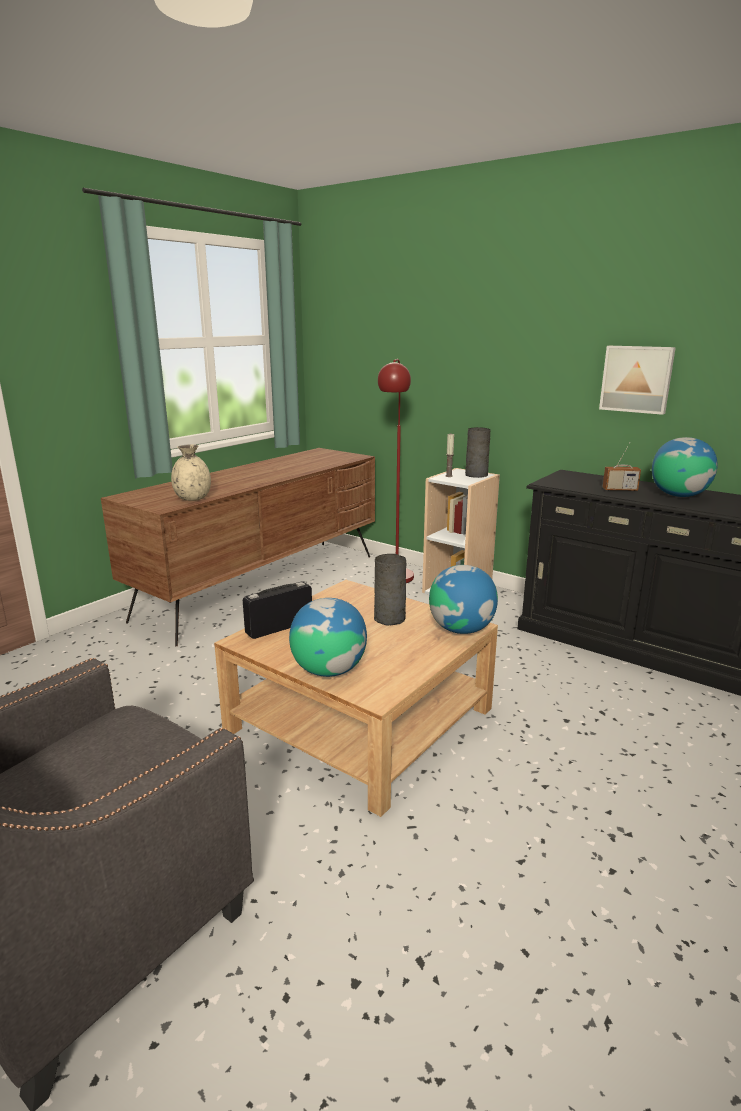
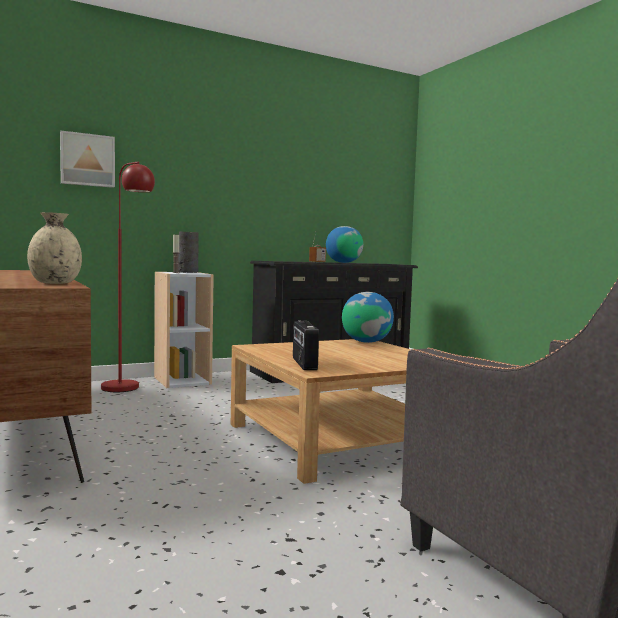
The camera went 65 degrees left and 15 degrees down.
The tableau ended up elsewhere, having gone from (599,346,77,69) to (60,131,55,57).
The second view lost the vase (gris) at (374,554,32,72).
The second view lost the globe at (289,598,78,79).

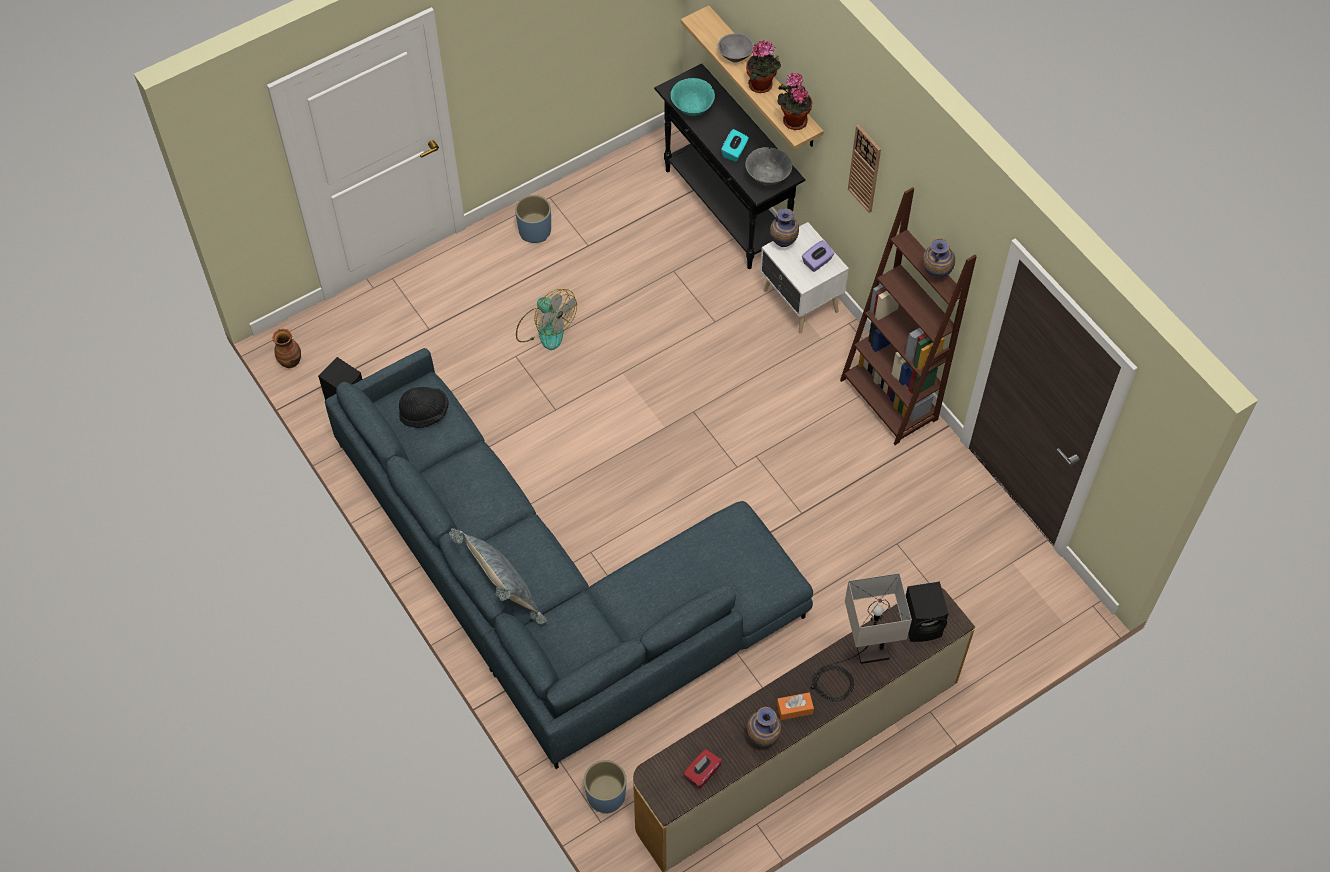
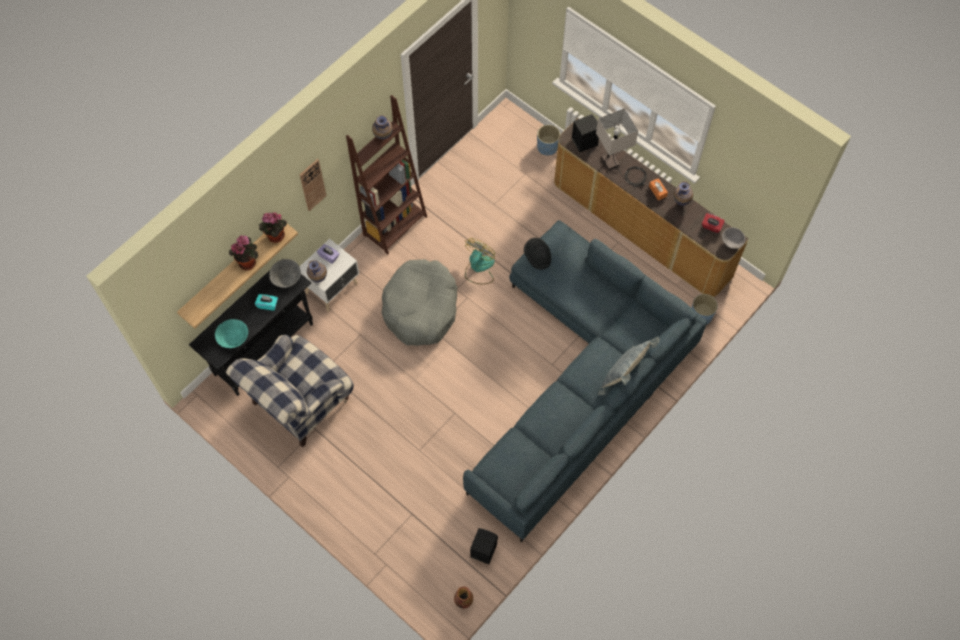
The camera went 105 degrees left and 5 degrees up.
The bol (gris) ended up elsewhere, having gone from (718,33,36,30) to (722,227,23,22).
The cache-pot (bleu) ended up elsewhere, having gone from (515,195,36,48) to (537,125,23,30).
The ventilateur ended up elsewhere, having gone from (516,289,61,61) to (465,238,30,46).
The chapeau (noir) ended up elsewhere, having gone from (399,387,50,41) to (524,238,27,32).
The second view gained the panier pour chien (gris) at (381,259,76,87).
The second view gained the fauteuil at (226,335,128,112).

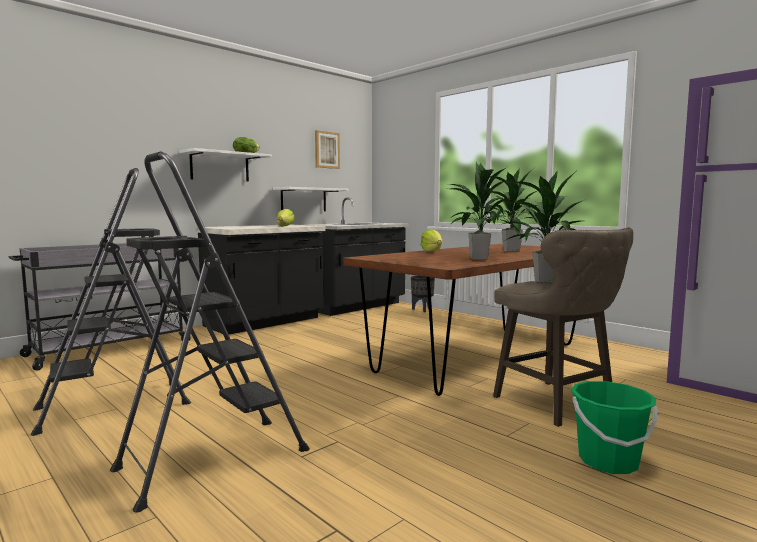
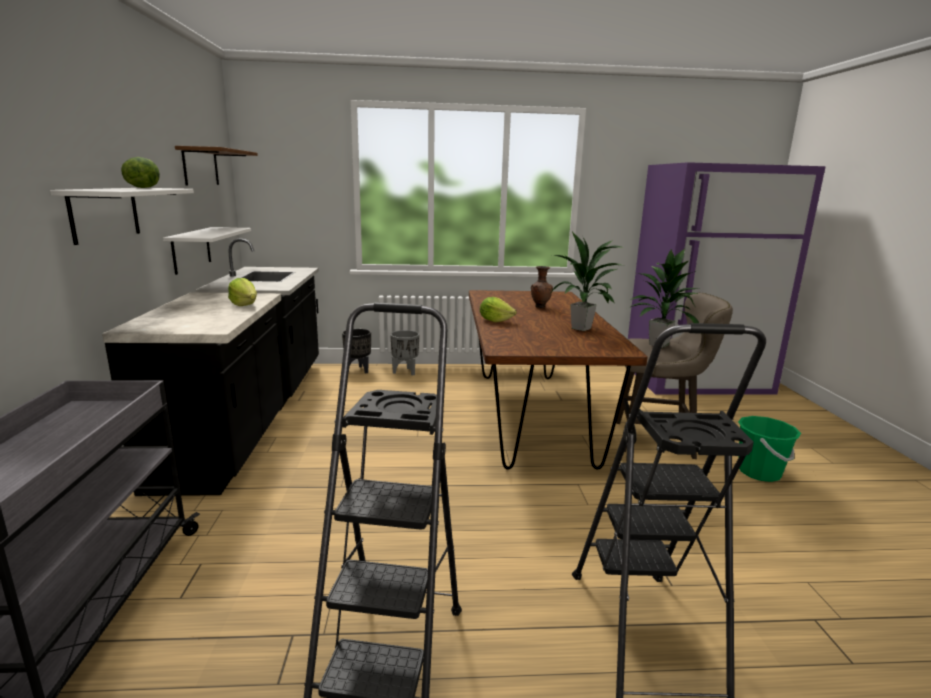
The camera went 50 degrees left and 10 degrees up.
Where the tableau hung at (315,130,25,39), the étagère (marron) came to hang at (175,146,83,39).
Where the plante en pot stood at (484,168,53,84), the vase (marron) came to stand at (531,266,22,42).
The second view gained the cache-pot (gris) at (390,330,29,46).

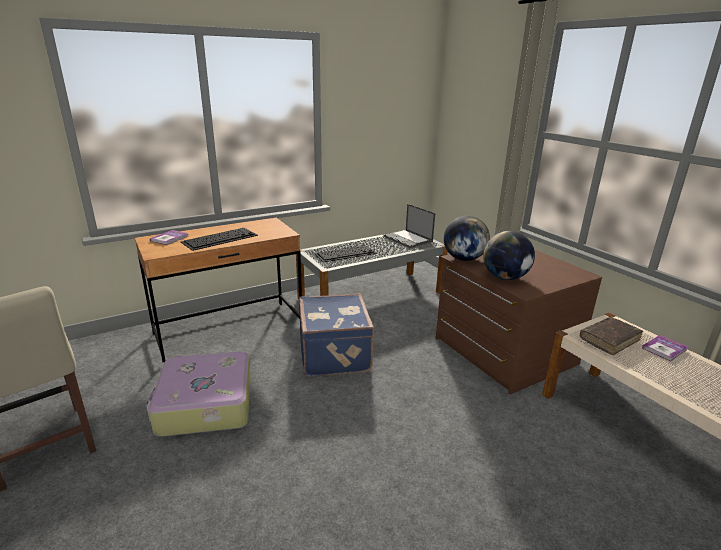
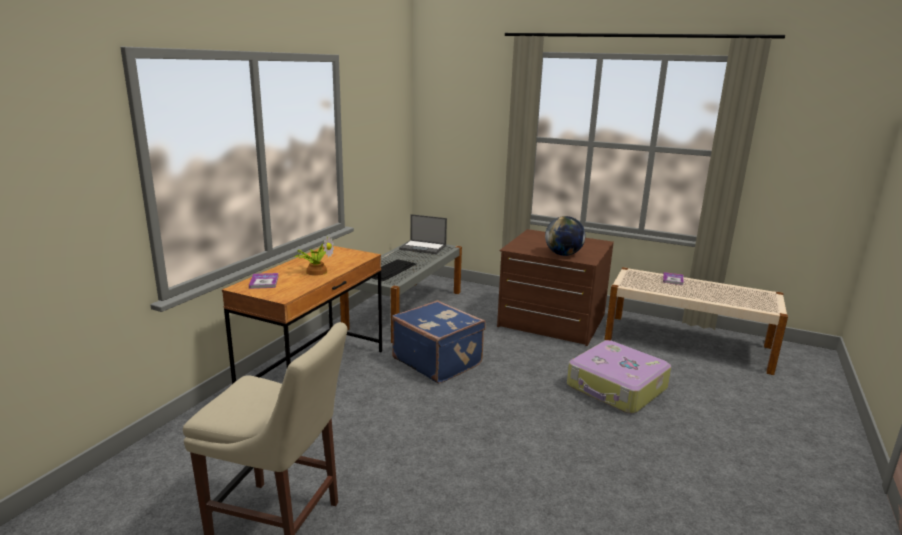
The camera went 35 degrees left and 5 degrees down.
The second view lost the globe at (444,216,46,45).
Where the clavier stood at (181,228,77,23), the plante en pot came to stand at (293,236,41,40).
The second view lost the livre (marron) at (580,317,63,38).
The valise ended up elsewhere, having gone from (145,352,106,84) to (567,340,104,74).

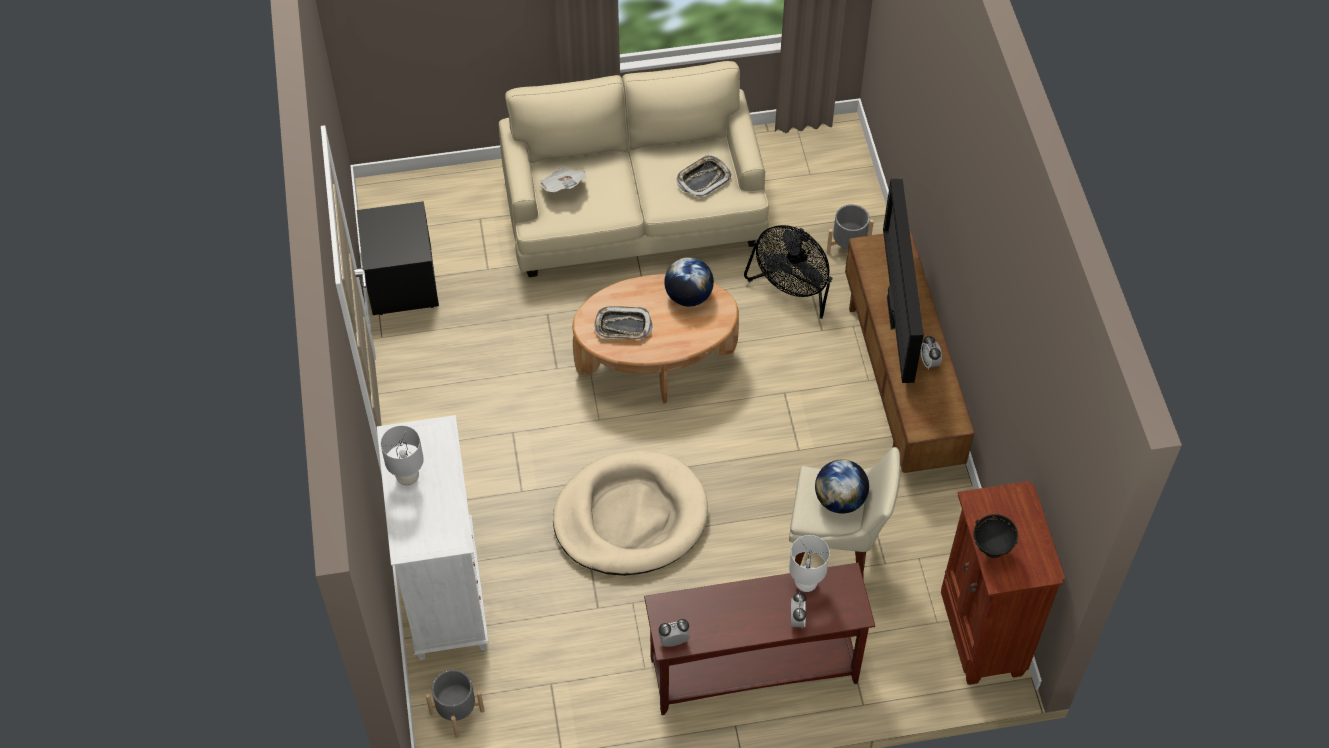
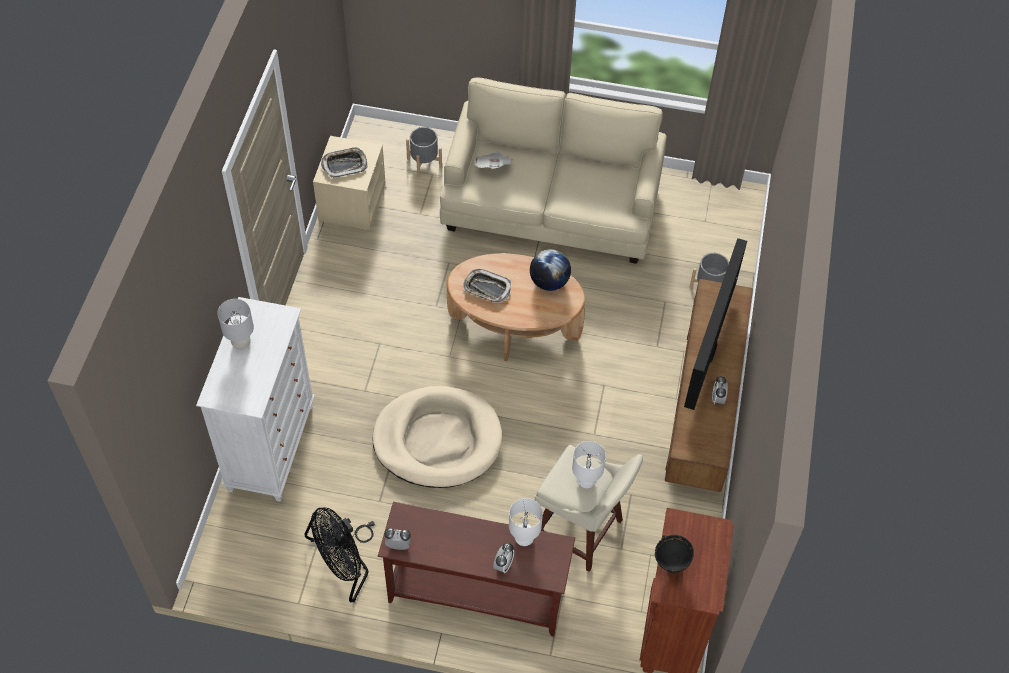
The camera went 20 degrees right and 0 degrees up.
The plateau ended up elsewhere, having gone from (676,155,55,43) to (321,147,46,31).
What was the table de chevet (noir) at (357,201,82,114) turned into the table de chevet (beige) at (313,136,73,94).
The ventilateur (noir) ended up elsewhere, having gone from (744,225,89,94) to (304,508,71,94).
Where the globe stood at (815,459,54,55), the lampe de table (blanc) came to stand at (572,441,34,47).
The cache-pot (gris) ended up elsewhere, having gone from (426,669,59,68) to (406,127,36,50).

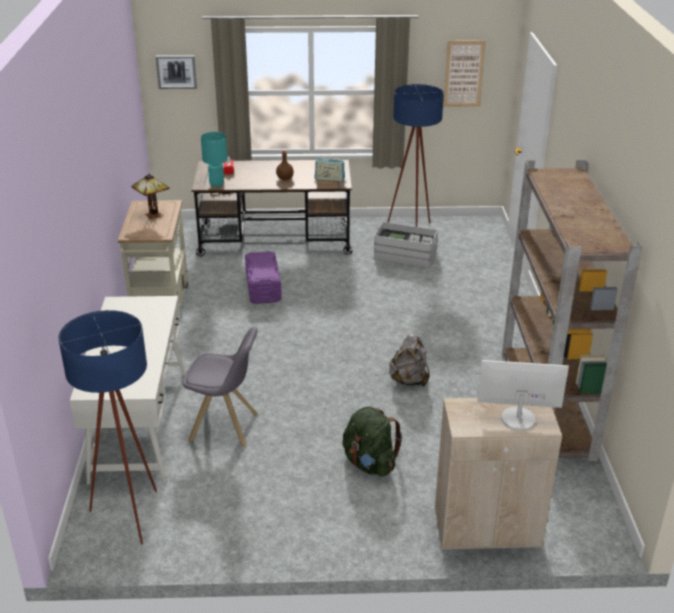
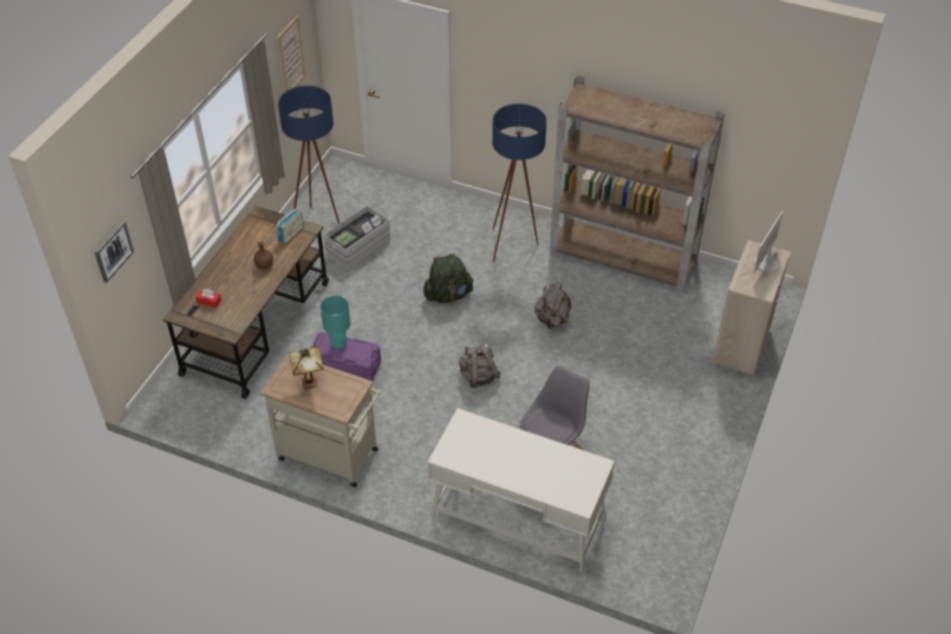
The camera went 65 degrees left and 15 degrees up.
The lampe de table (turquoise) ended up elsewhere, having gone from (201,132,27,55) to (320,296,30,53).
The lampadaire (bleu) ended up elsewhere, having gone from (58,310,99,235) to (492,104,55,158).
The sac à dos (vert) ended up elsewhere, having gone from (343,407,59,70) to (423,253,51,50).
The second view gained the sac à dos (gris) at (458,343,43,45).

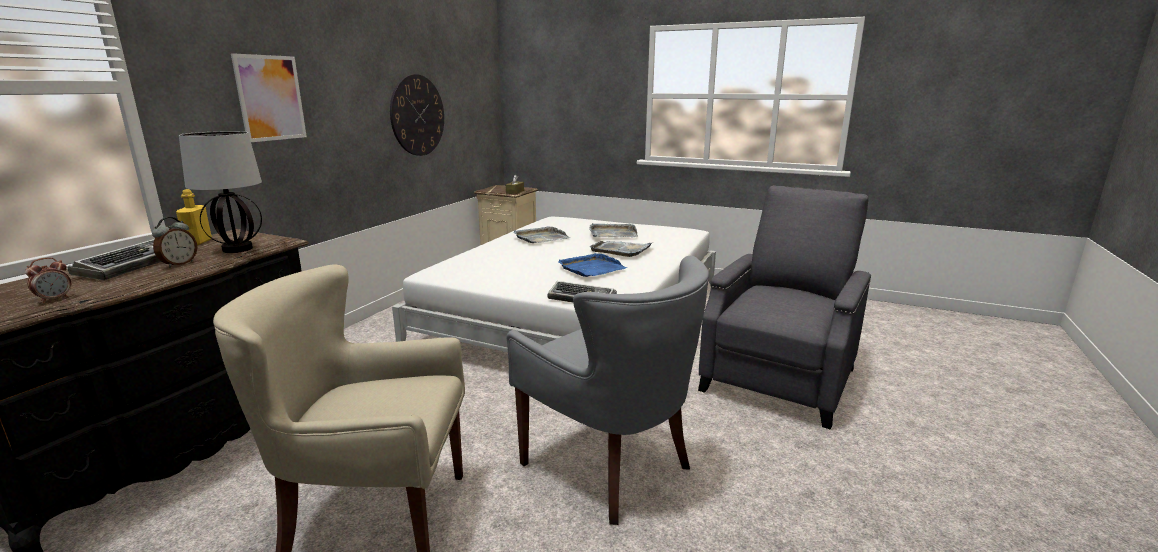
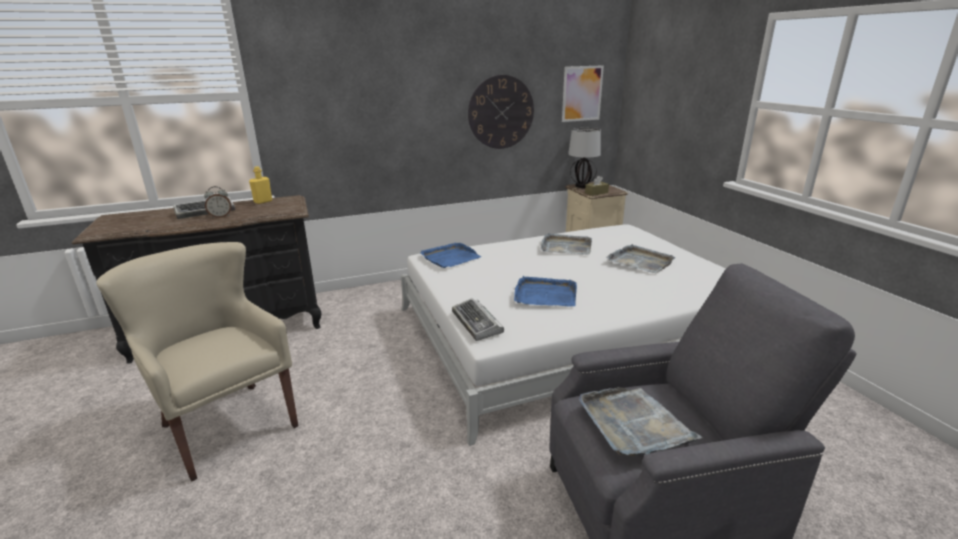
The camera went 45 degrees right and 5 degrees up.
The tableau ended up elsewhere, having gone from (231,53,76,89) to (562,65,42,57).
The lampe de table ended up elsewhere, having gone from (179,131,83,122) to (568,128,33,60).
The plateau (gris) ended up elsewhere, having gone from (589,241,65,16) to (579,387,124,69).
The second view lost the fauteuil (gris) at (506,256,203,269).
The second view lost the réveil at (25,258,46,45).
The second view gained the plateau (bleu) at (421,243,60,25).

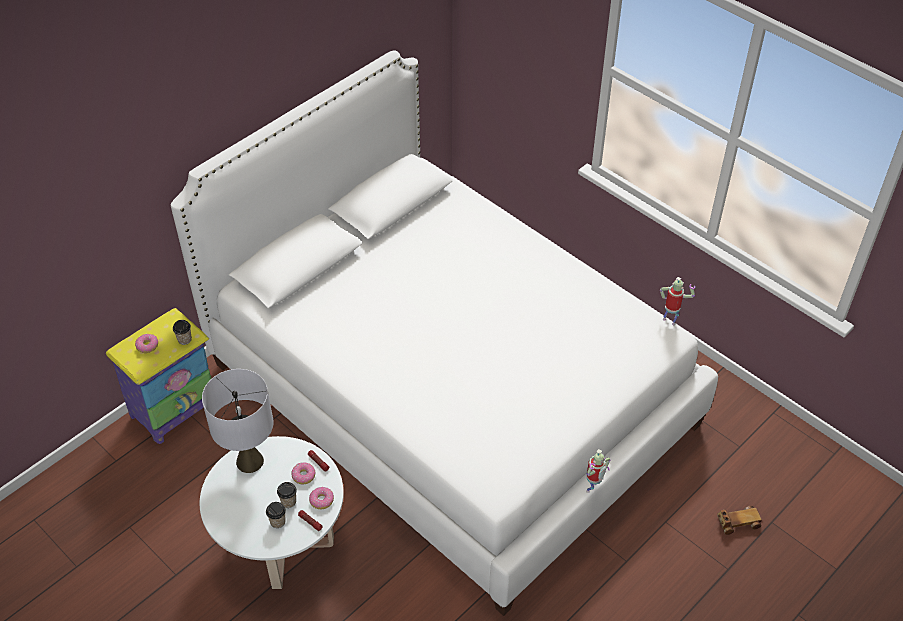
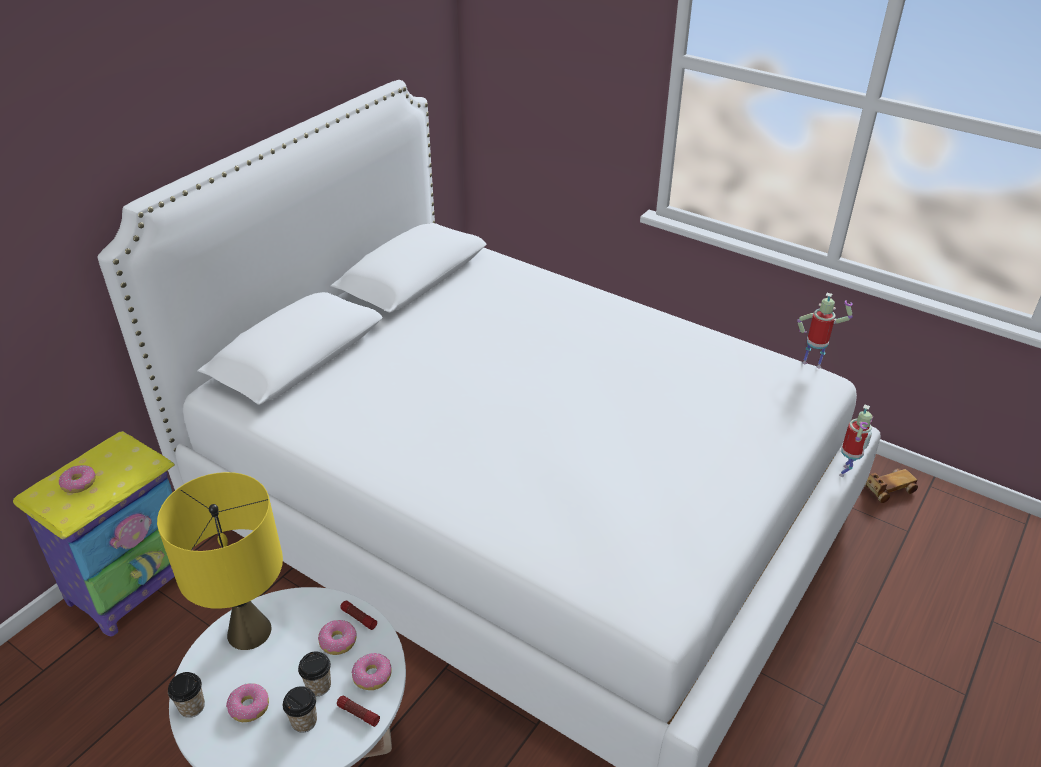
The camera went 10 degrees left and 10 degrees down.
The tasse ended up elsewhere, having gone from (173,320,19,25) to (168,672,37,46).
What was the lampe de table (gris) at (202,369,71,104) turned into the lampe de table (jaune) at (157,472,126,178).
The robot jouet ended up elsewhere, having gone from (586,449,24,44) to (839,404,35,73).
The petite voiture ended up elsewhere, having gone from (717,506,45,29) to (865,468,53,35).
The second view gained the beignet at (226,683,43,39).

